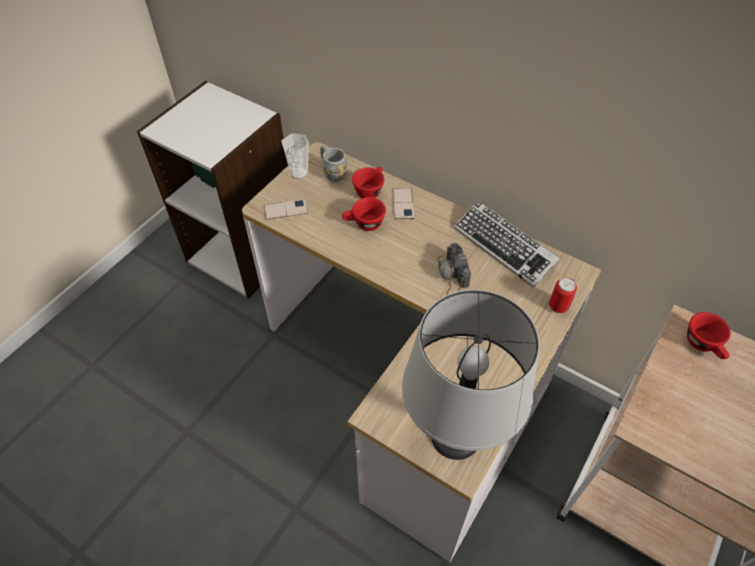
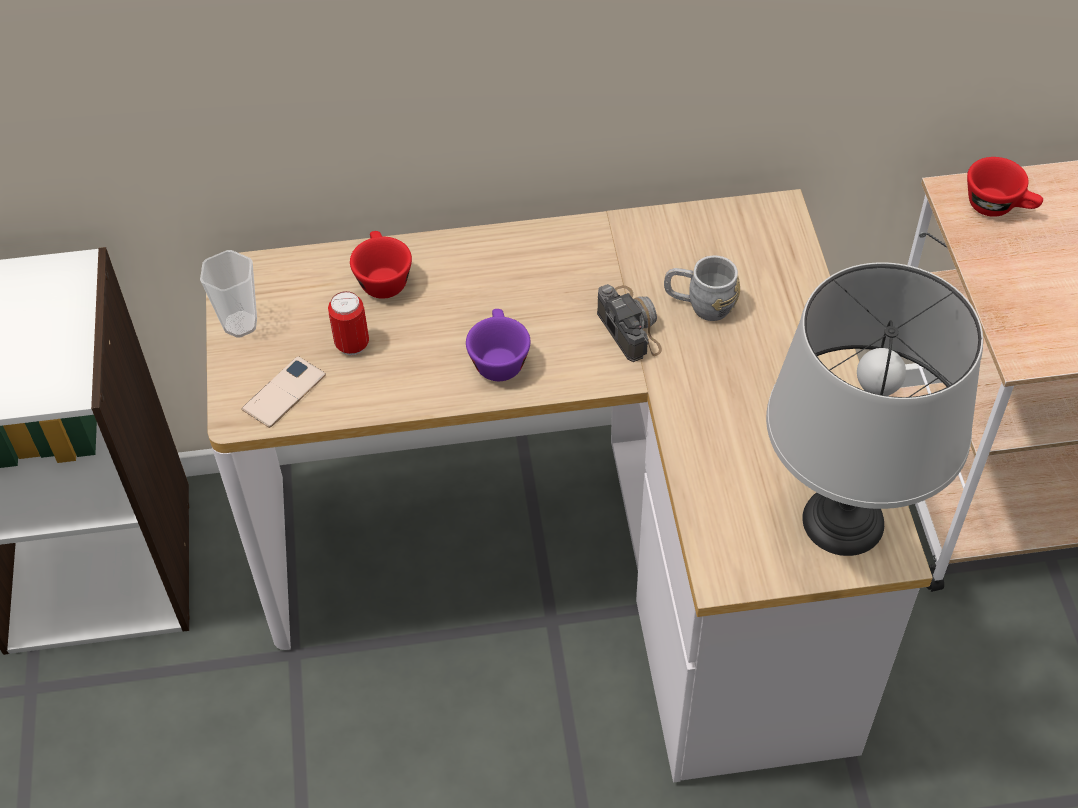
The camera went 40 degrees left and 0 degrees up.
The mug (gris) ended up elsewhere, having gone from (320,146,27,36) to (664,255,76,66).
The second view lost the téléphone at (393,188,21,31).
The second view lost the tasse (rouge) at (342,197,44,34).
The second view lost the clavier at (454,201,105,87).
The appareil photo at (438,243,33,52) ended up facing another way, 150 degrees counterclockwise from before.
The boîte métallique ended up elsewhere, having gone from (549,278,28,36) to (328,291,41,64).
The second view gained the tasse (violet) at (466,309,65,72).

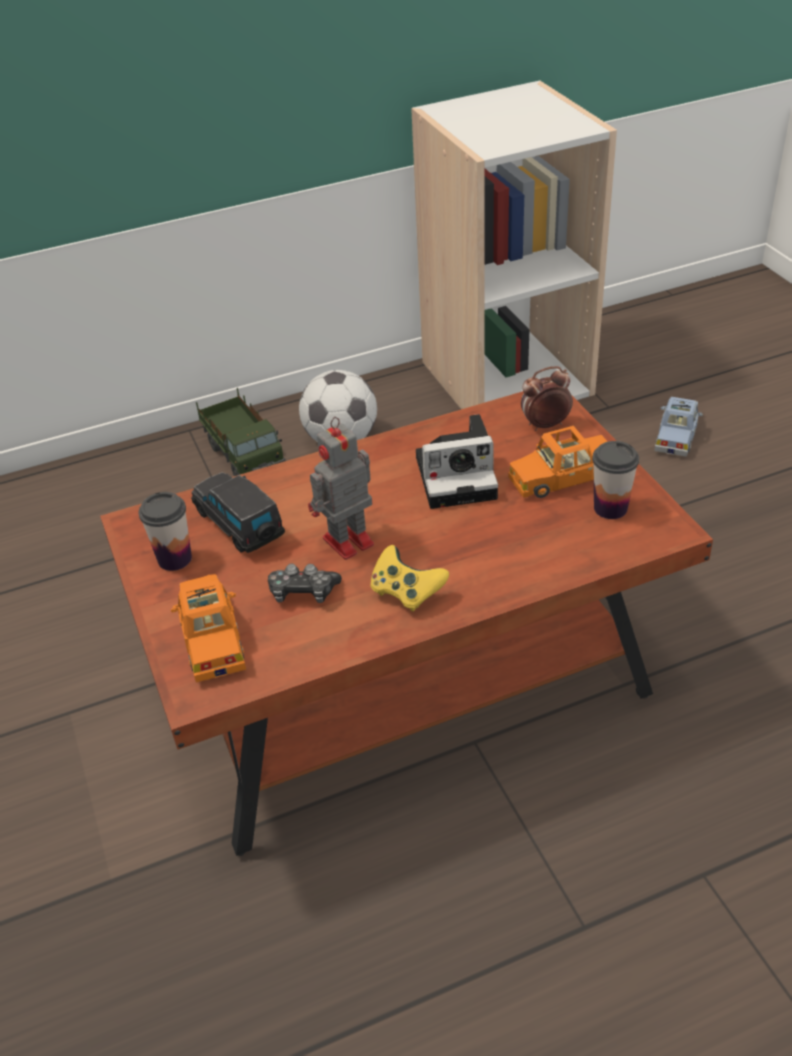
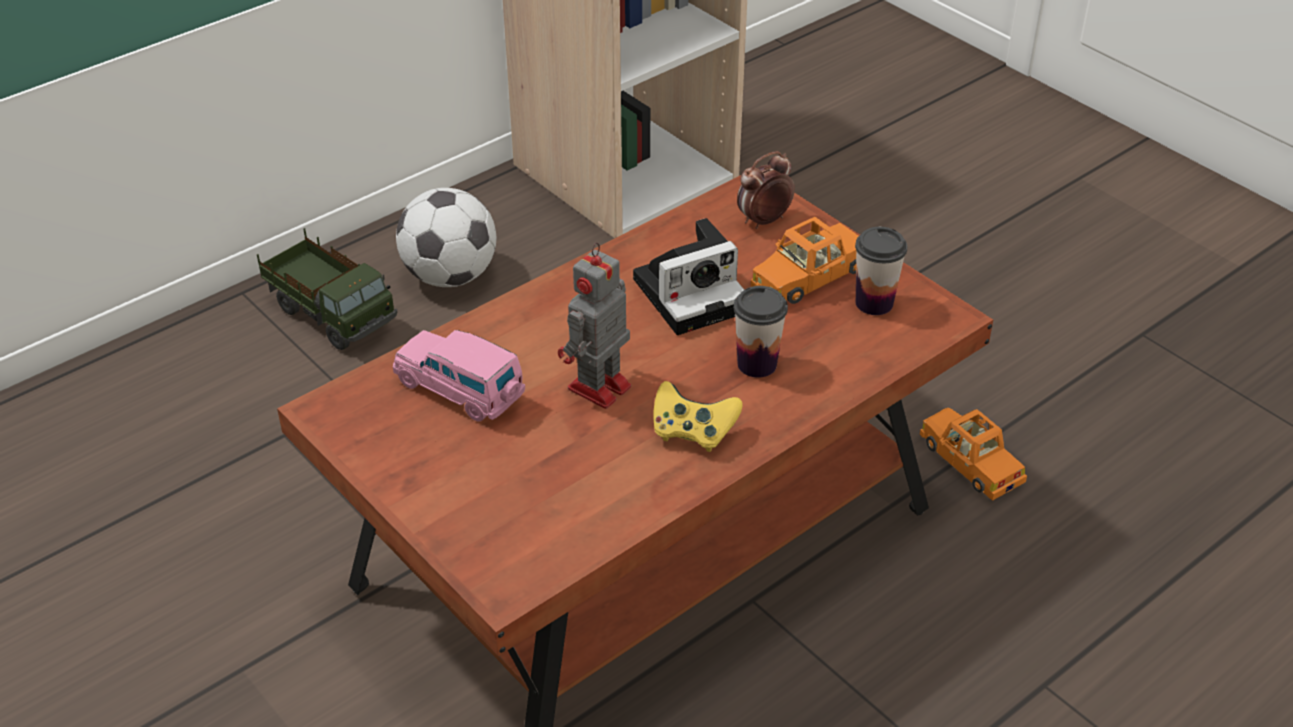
The camera went 20 degrees left and 0 degrees up.
The second view lost the petite voiture (bleu) at (654,397,49,60).
What was the petite voiture (noir) at (191,472,94,81) turned into the petite voiture (rose) at (393,330,132,92).
The tasse ended up elsewhere, having gone from (139,492,53,79) to (734,286,54,92).
The second view lost the manette at (268,564,74,39).
The petite voiture (orange) ended up elsewhere, having gone from (171,574,75,108) to (920,408,107,93).

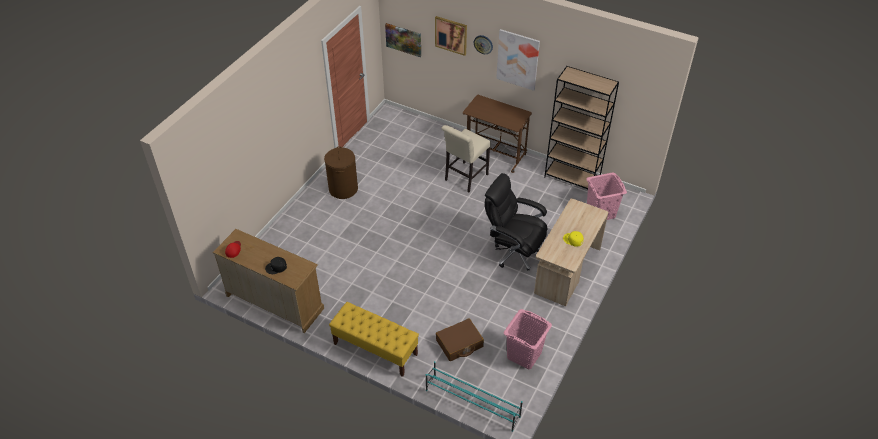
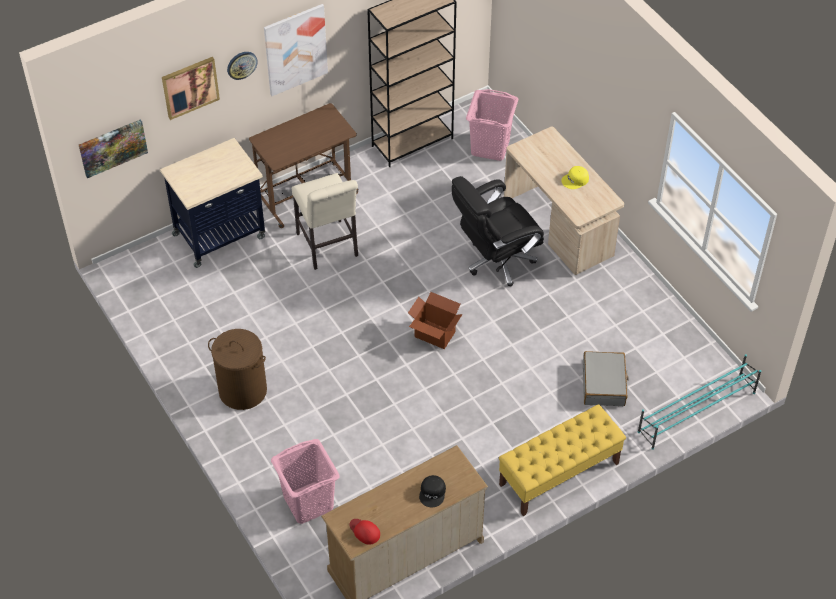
The camera went 60 degrees left and 5 degrees up.
The panier à linge (rose) ended up elsewhere, having gone from (504,309,48,60) to (271,439,69,85).
What was the valise (marron) at (436,319,48,42) turned into the valise (gris) at (583,351,46,55).
The second view gained the chariot (bleu) at (160,138,105,130).
The second view gained the carton at (408,292,55,57).

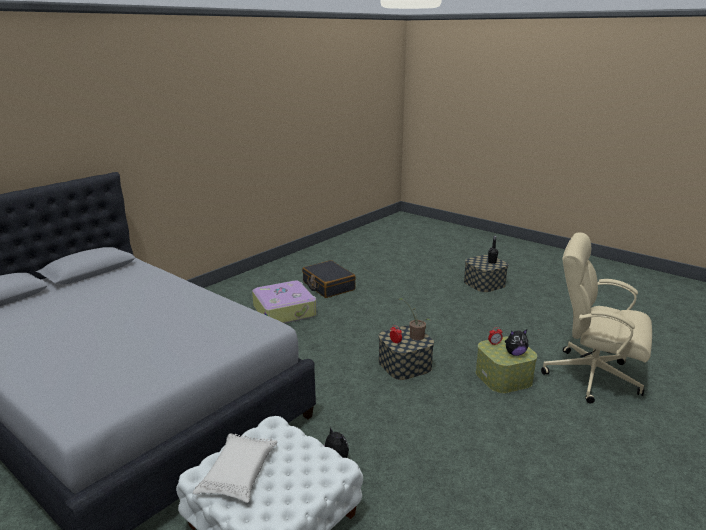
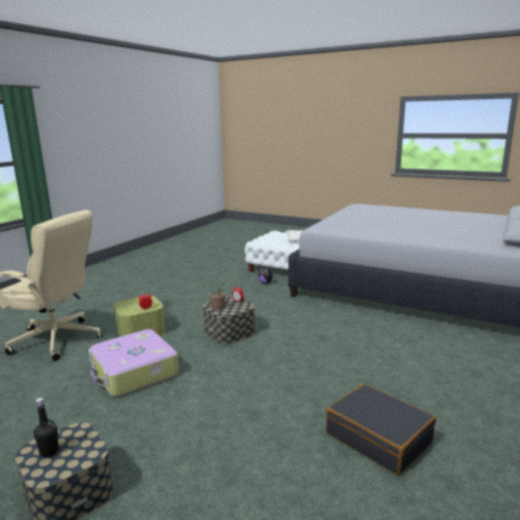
The camera went 170 degrees right and 5 degrees down.
The valise ended up elsewhere, having gone from (252,281,65,42) to (89,329,90,68).
The second view lost the peluche at (505,330,23,26).

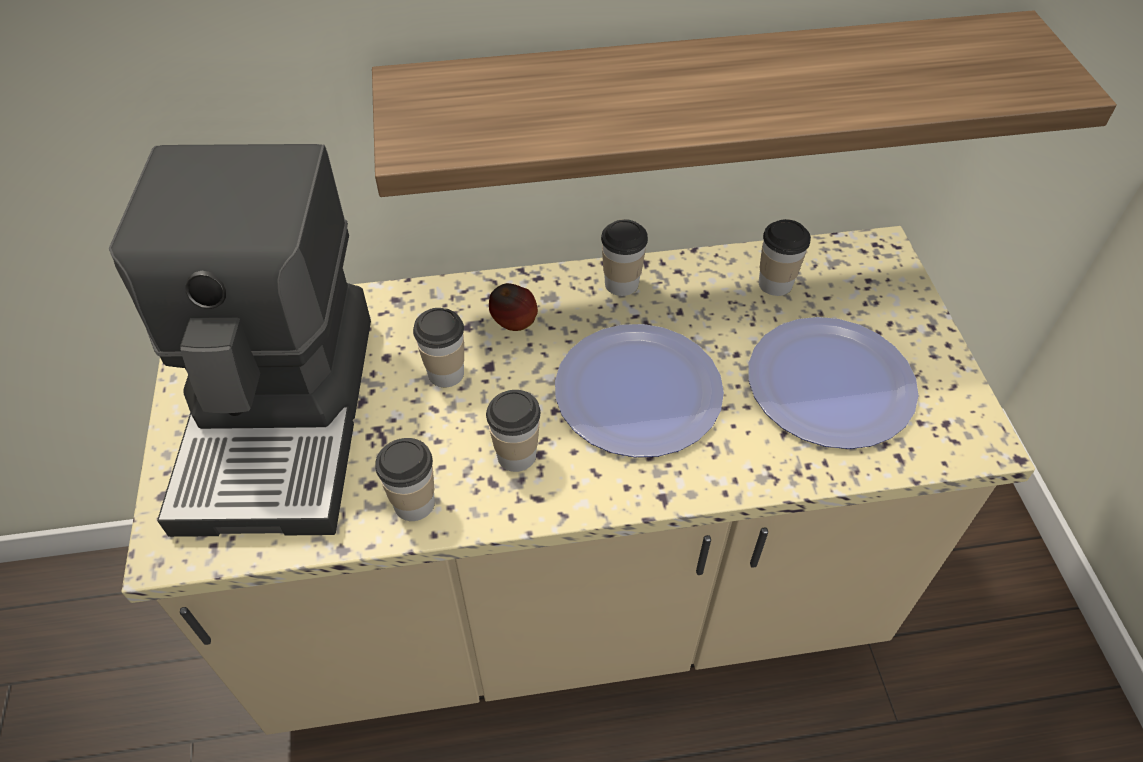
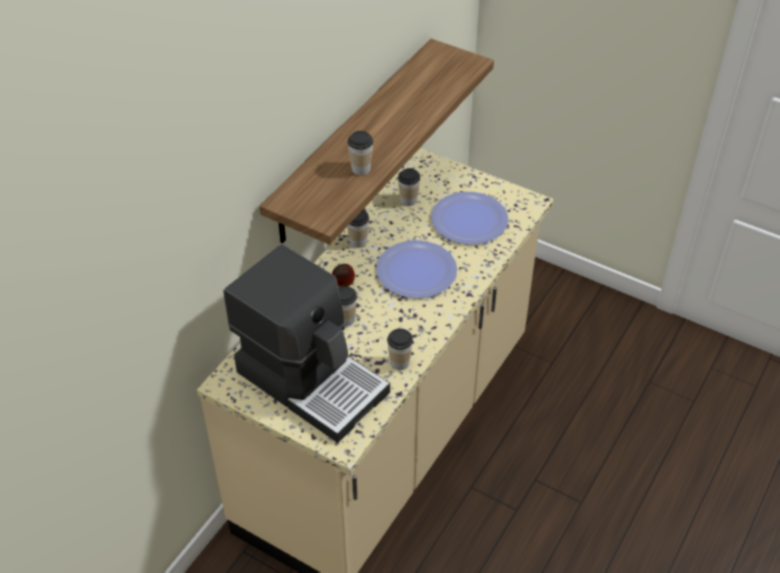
The camera went 50 degrees left and 5 degrees down.
The tasse ended up elsewhere, having gone from (486,390,55,82) to (347,131,26,44).

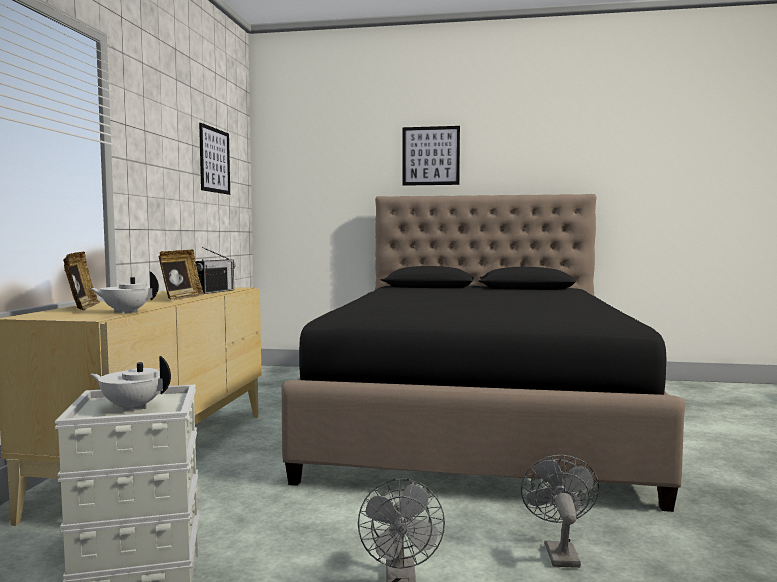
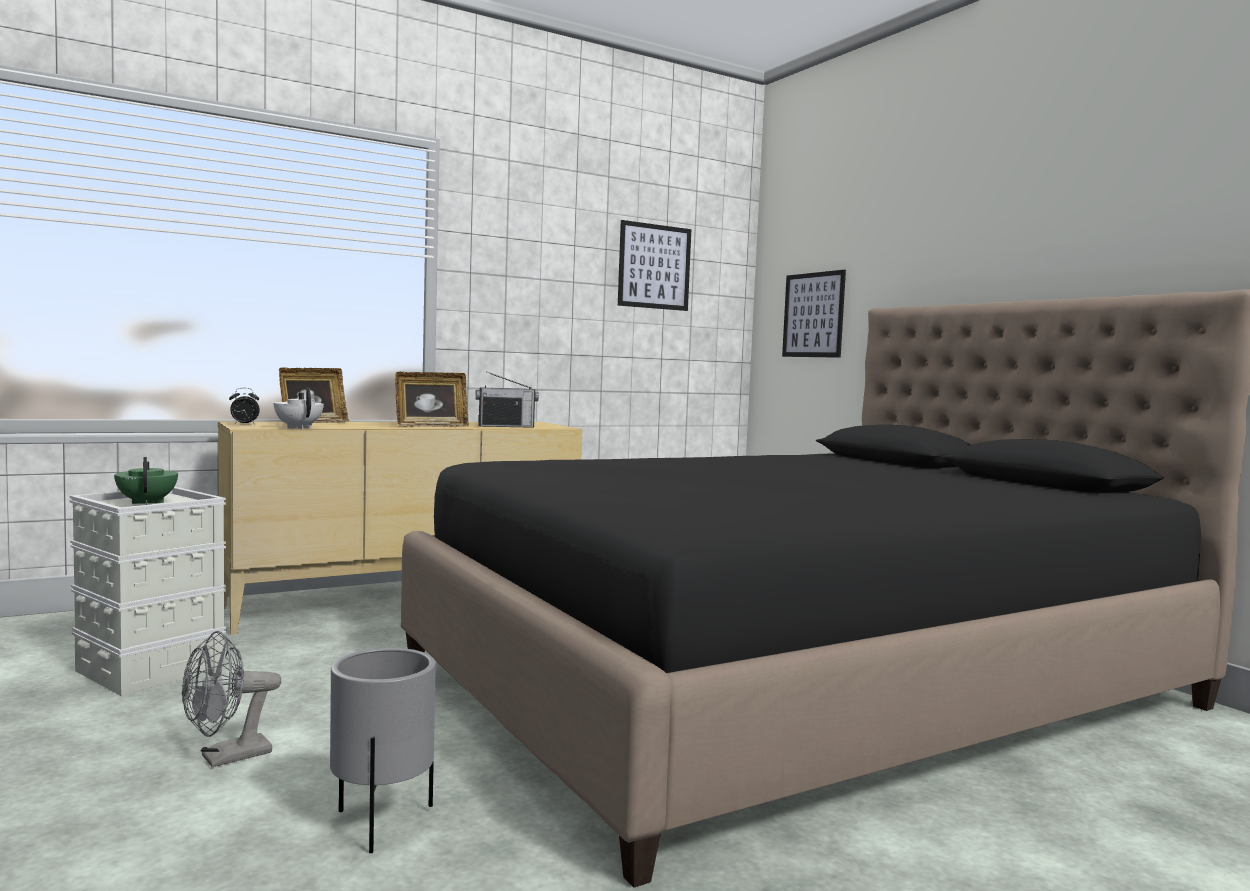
The camera went 50 degrees right and 0 degrees up.
The tableau ended up elsewhere, having gone from (402,126,58,60) to (782,270,64,88).
What was the théière (blanc) at (91,356,80,56) turned into the théière (vert) at (114,457,64,48).
Where the ventilateur (gris) stood at (521,455,78,113), the cache-pot (gris) came to stand at (330,648,106,205).
The second view gained the réveil at (229,388,31,37).

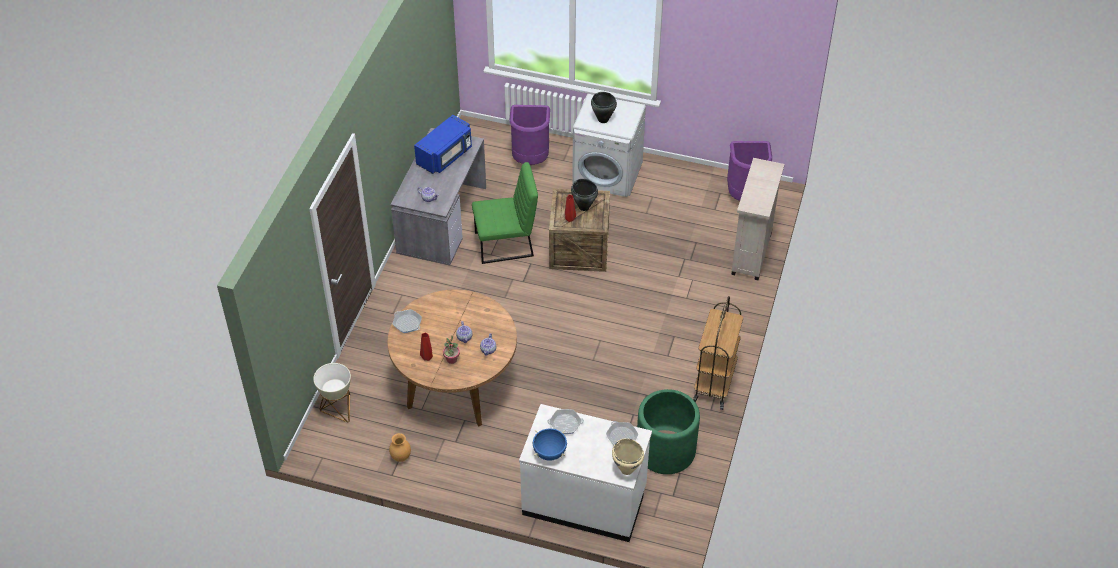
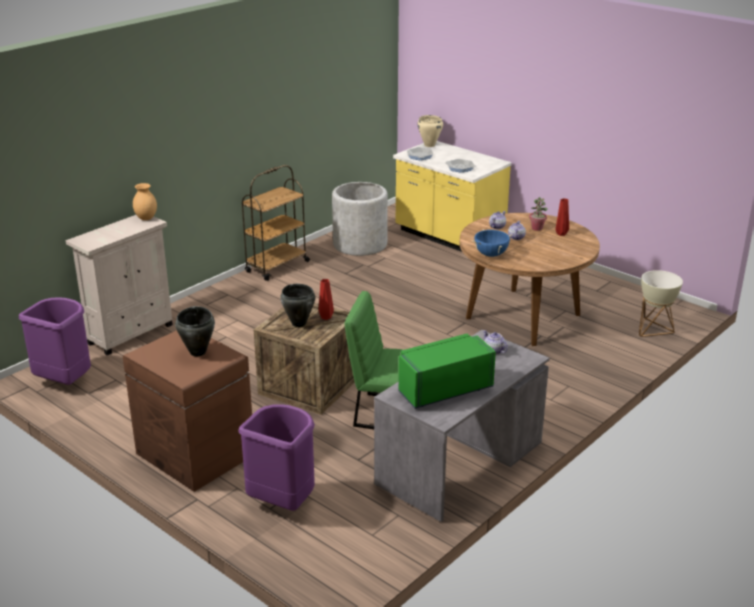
The camera went 155 degrees left and 20 degrees down.
What was the lave-linge (blanc) at (572,94,74,103) turned into the lave-linge (marron) at (123,330,129,162).
What was the micro-ondes (bleu) at (414,115,58,59) turned into the micro-ondes (vert) at (398,334,98,75).
The second view lost the poêle at (393,309,29,24).
What was the cache-pot (vert) at (637,389,63,85) turned into the cache-pot (gris) at (332,182,56,74).
What was the comptoir de cuisine (blanc) at (519,404,133,138) turned into the comptoir de cuisine (jaune) at (393,141,119,111).
The marmite (bleu) ended up elsewhere, having gone from (532,428,35,33) to (472,229,40,28).
The vase (marron) ended up elsewhere, having gone from (389,433,22,29) to (133,183,24,37).

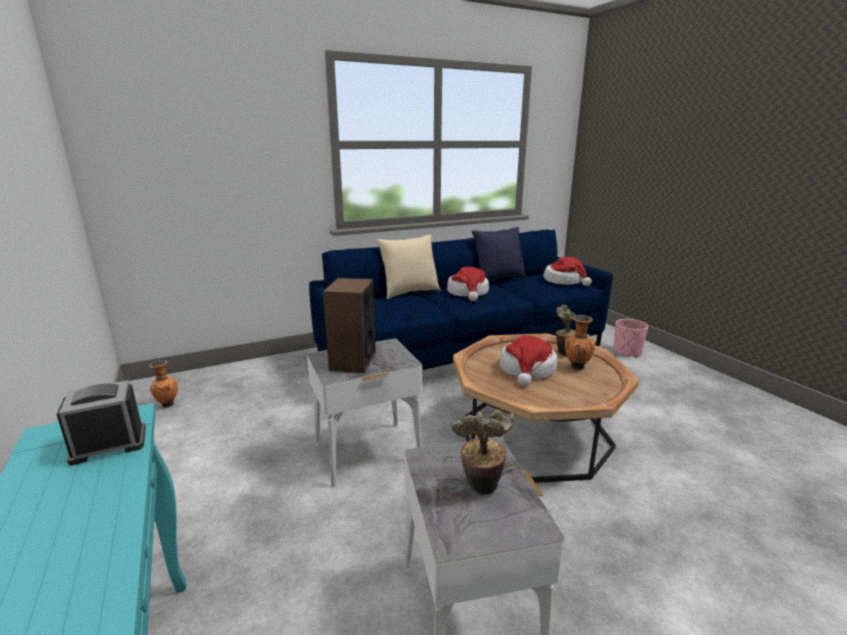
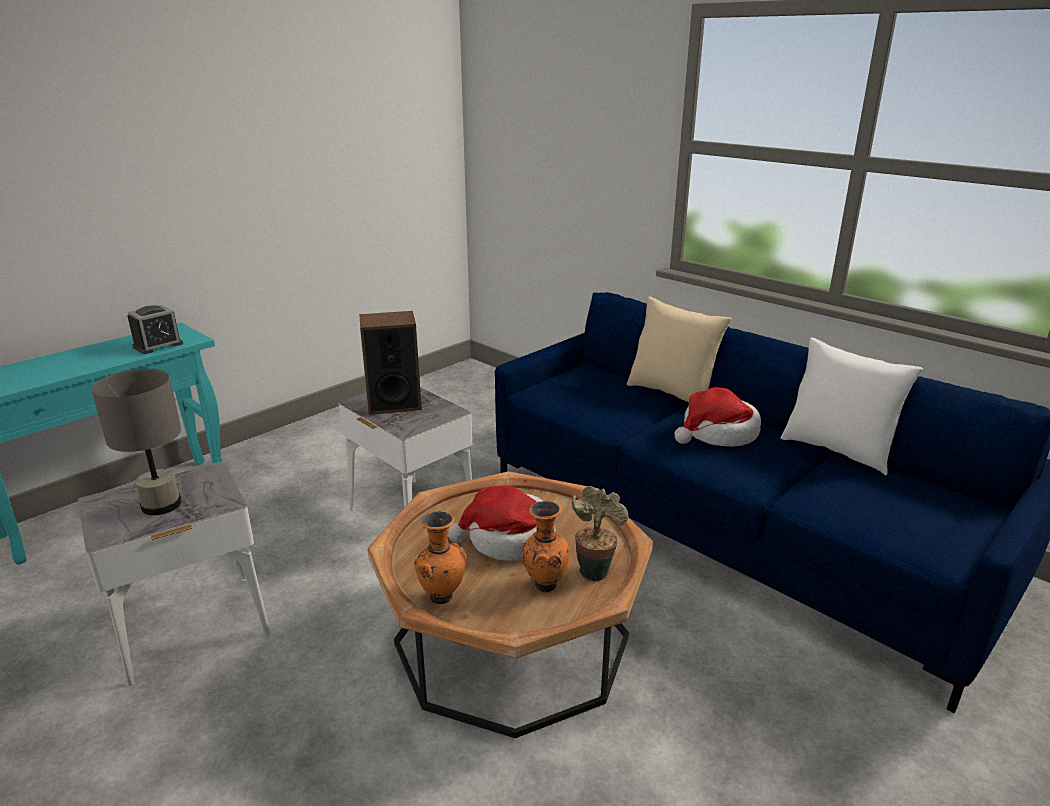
The camera went 70 degrees right and 5 degrees up.
What was the coussin (bleu) at (472,227,54,55) turned into the coussin (blanc) at (781,337,142,139).
The second view lost the chapeau at (543,257,49,29).
The second view lost the cache-pot (rose) at (613,319,35,39).
The vase (orange) ended up elsewhere, having gone from (149,360,29,48) to (414,511,53,93).
The réveil at (57,380,89,85) ended up facing another way, 90 degrees clockwise from before.
Where the plante en pot stood at (451,409,63,85), the lampe de table (gris) came to stand at (92,369,89,146).

